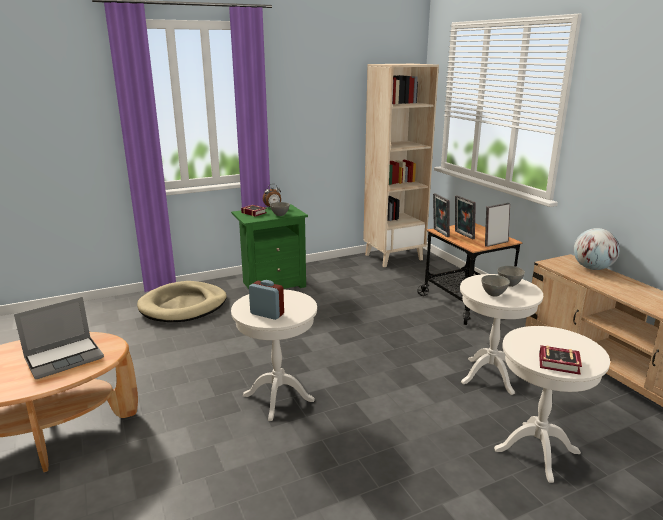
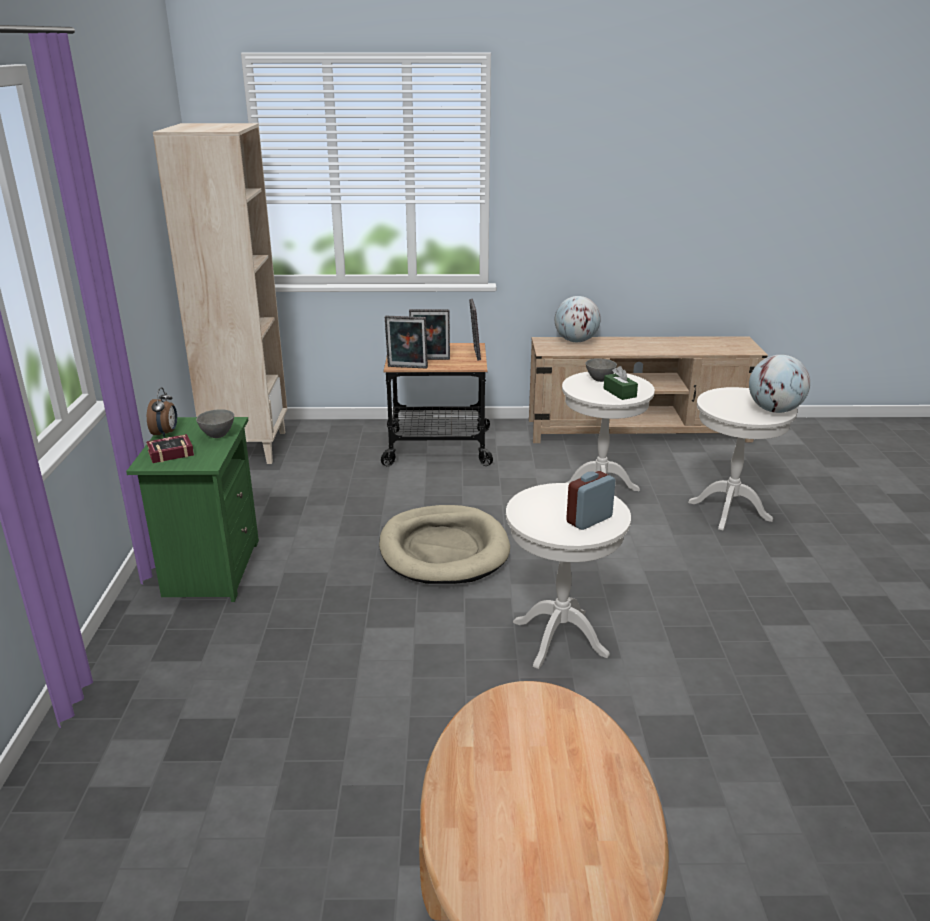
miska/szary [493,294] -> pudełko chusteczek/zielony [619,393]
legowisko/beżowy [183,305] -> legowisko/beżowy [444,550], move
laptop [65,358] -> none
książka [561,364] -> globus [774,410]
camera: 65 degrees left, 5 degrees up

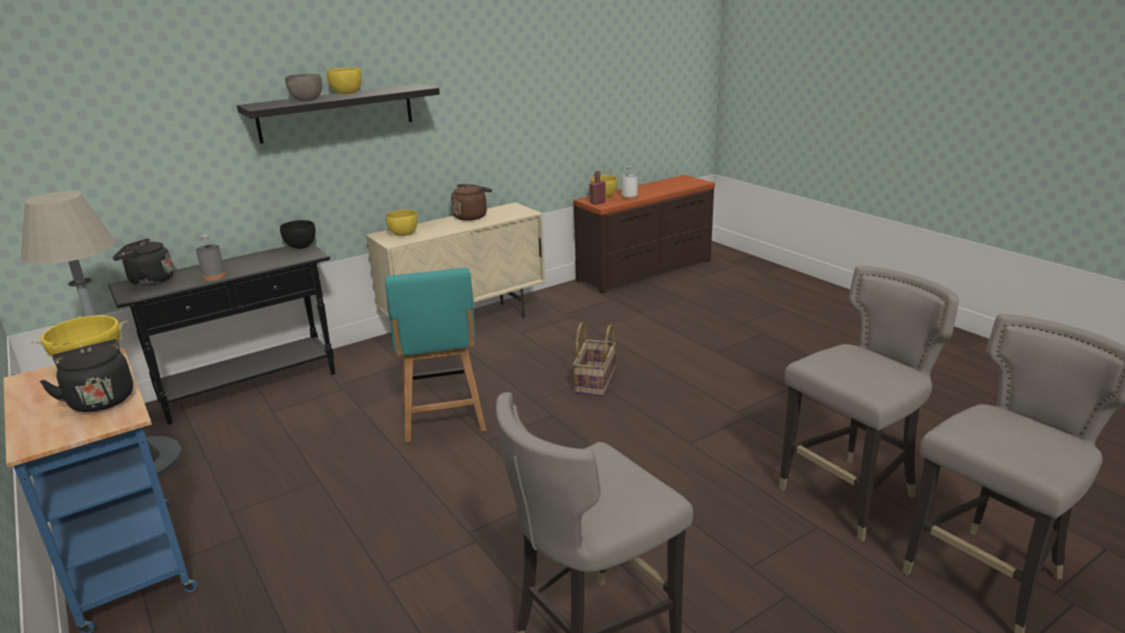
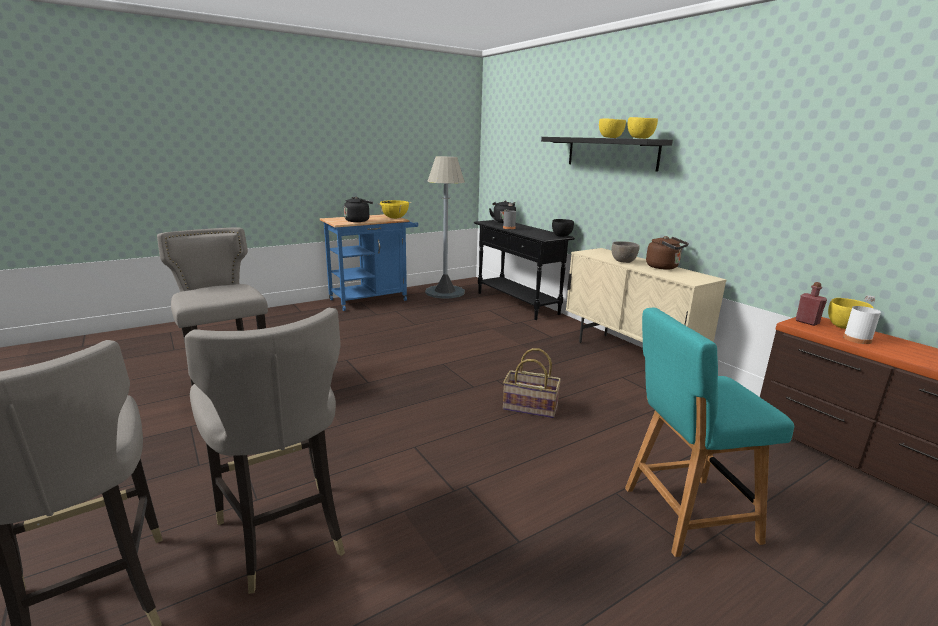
miska/szary [307,100] -> miska/szary [623,261], move
miska/żółty [403,234] -> miska/żółty [640,138], move
krzesło/turkusowy [443,419] -> krzesło/turkusowy [683,515], move
camera: 90 degrees right, 5 degrees down

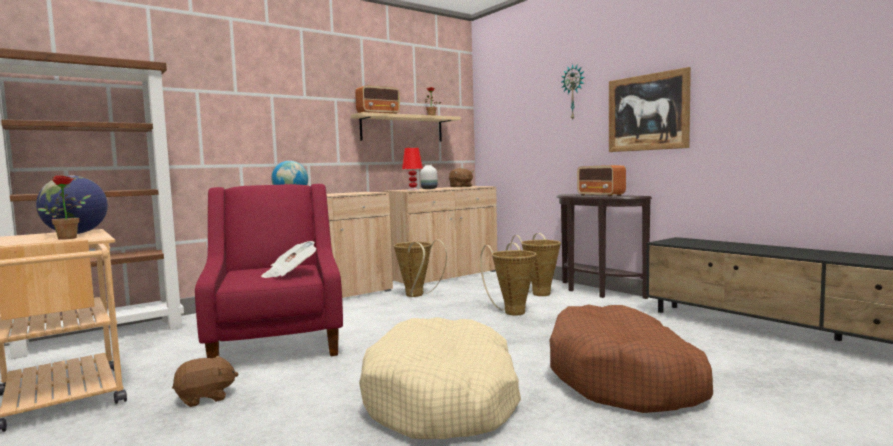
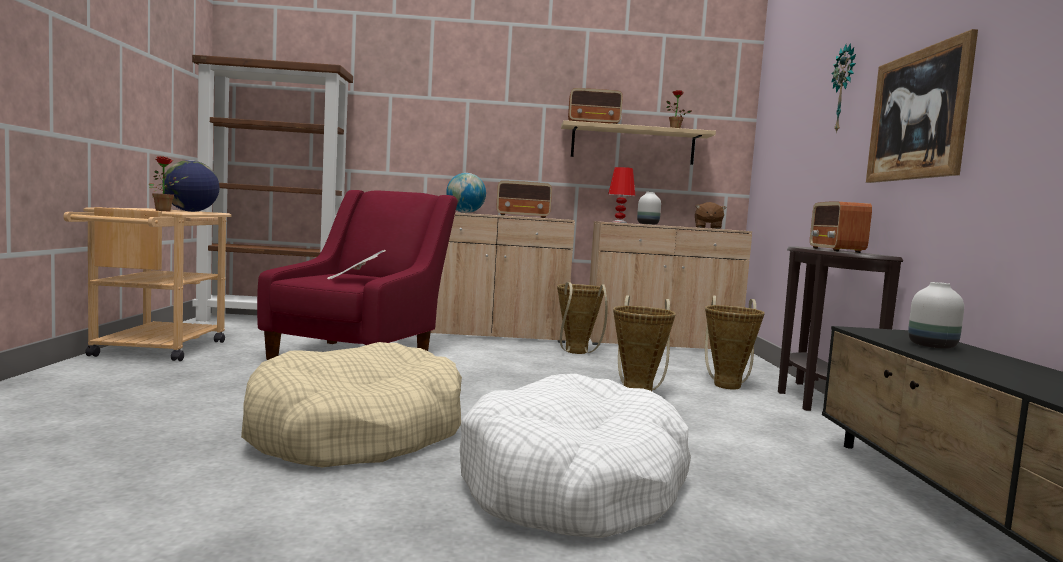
legowisko/brązowy [625,378] -> legowisko/biały [574,484]
pluszak/brązowy [205,398] -> none
none -> radio [523,216]
none -> wazon/biały [931,346]
camera: 35 degrees right, 0 degrees up

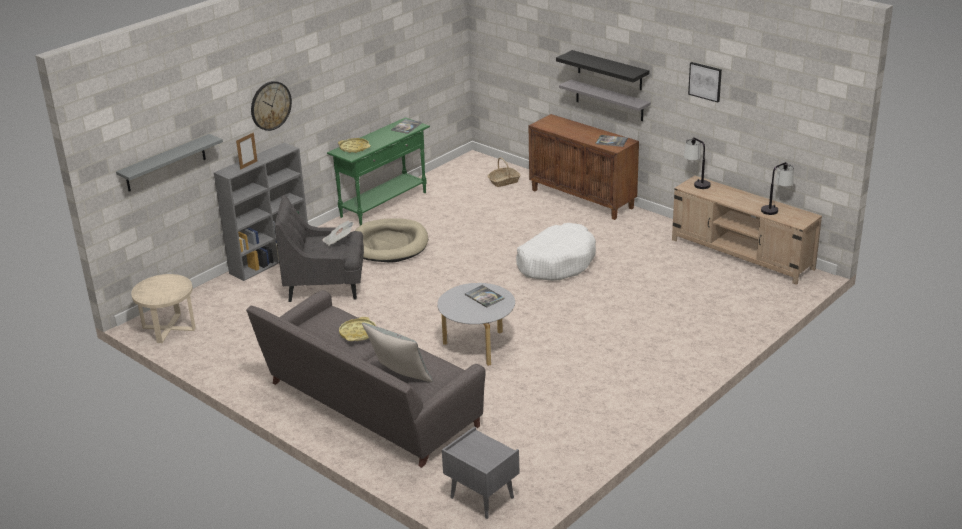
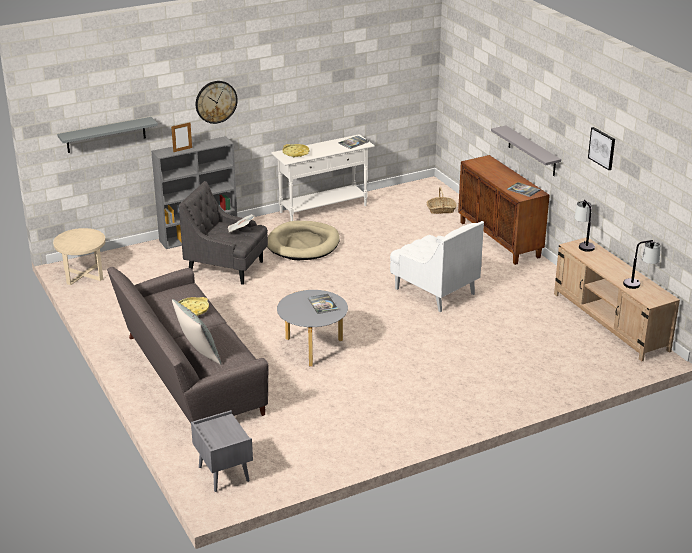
półka/czarny [609,70] -> none
stolik konsolowy/zielony [384,204] -> stolik konsolowy/biały [324,209]
legowisko/biały [556,262] -> fotel/biały [433,291]
camera: 20 degrees right, 0 degrees up

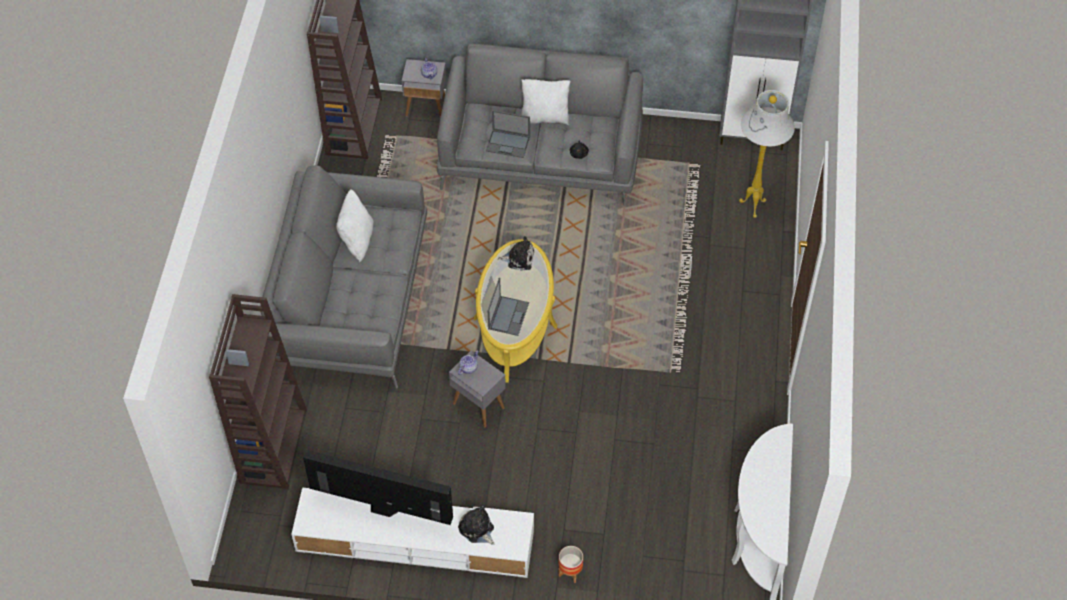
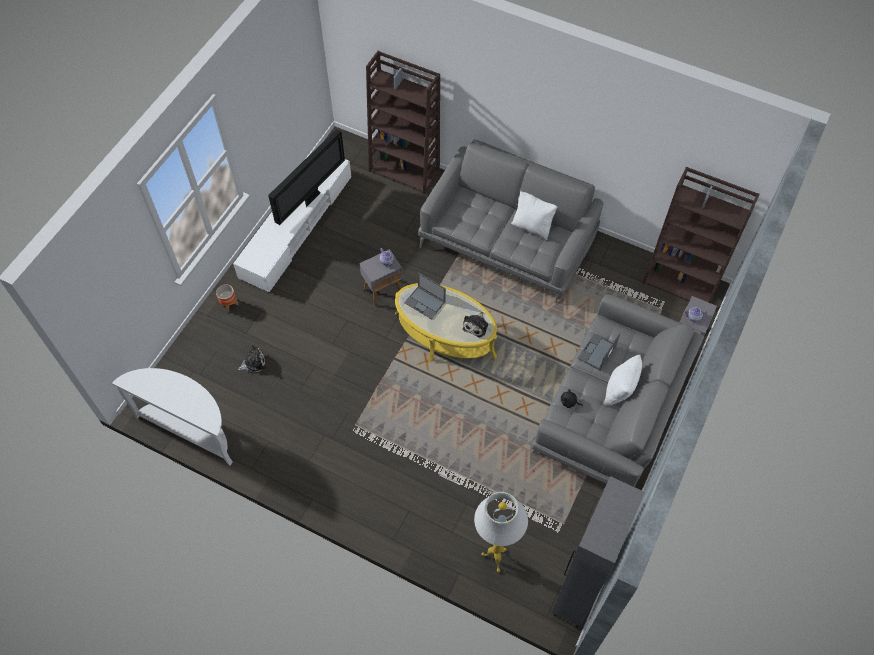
pluszak [477,529] -> pluszak [253,363], move
camera: 110 degrees right, 5 degrees up

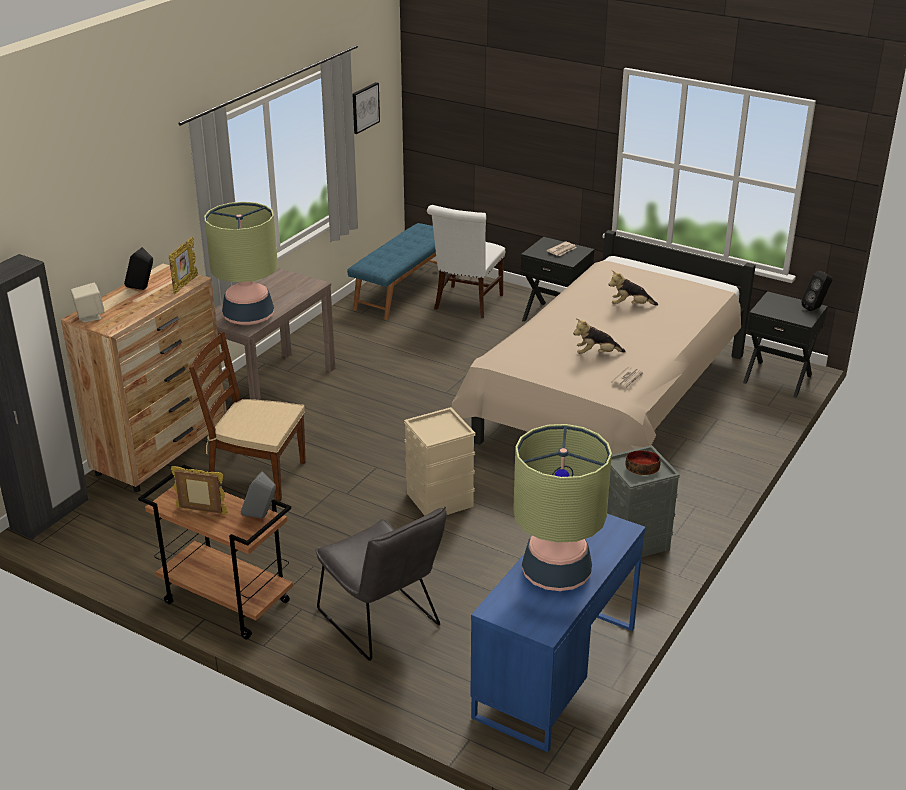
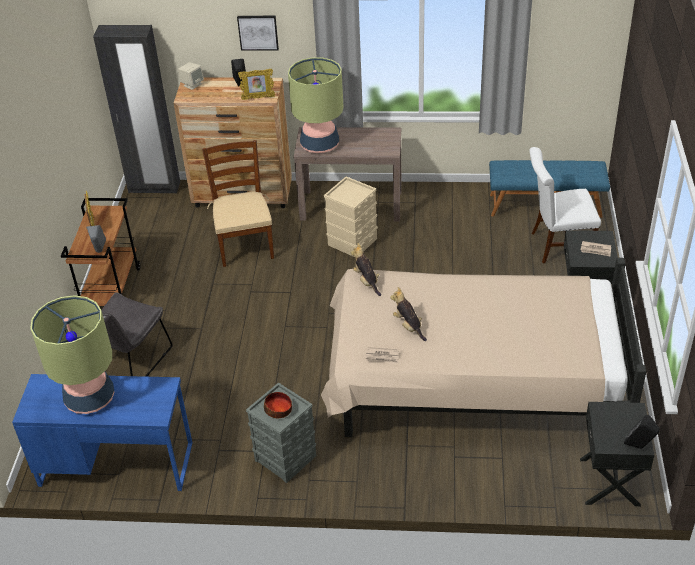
obraz [364,107] -> obraz [258,32], move
pluszak [630,306] -> pluszak [366,281], move
pojemnik do przechowywania/beżowy [439,500] -> pojemnik do przechowywania/beżowy [351,242], move
camera: 65 degrees right, 10 degrees up

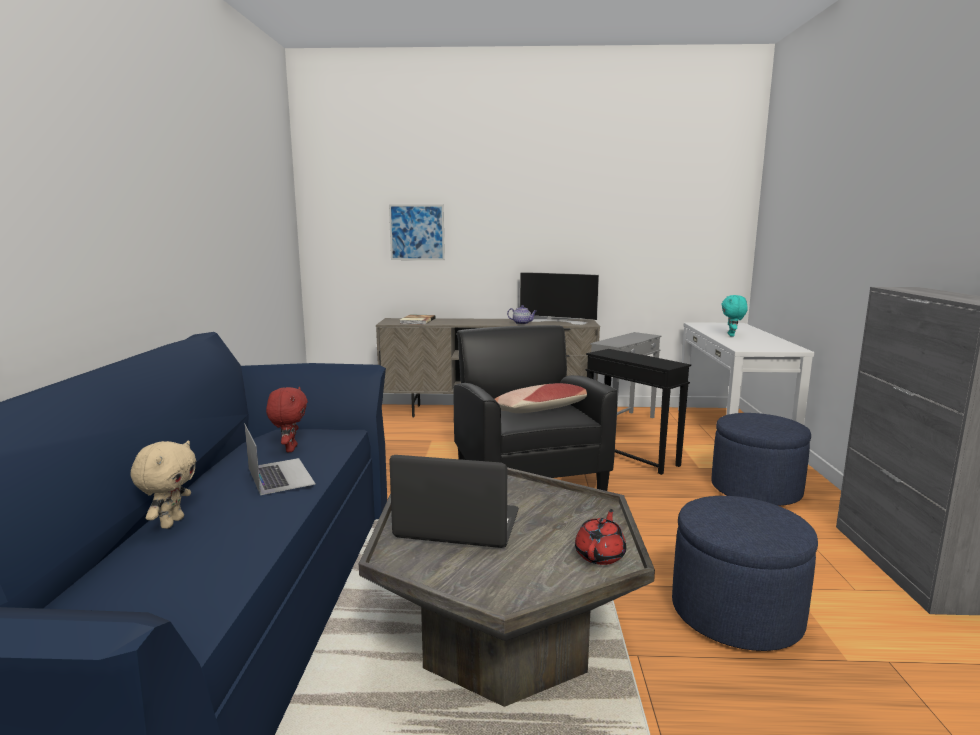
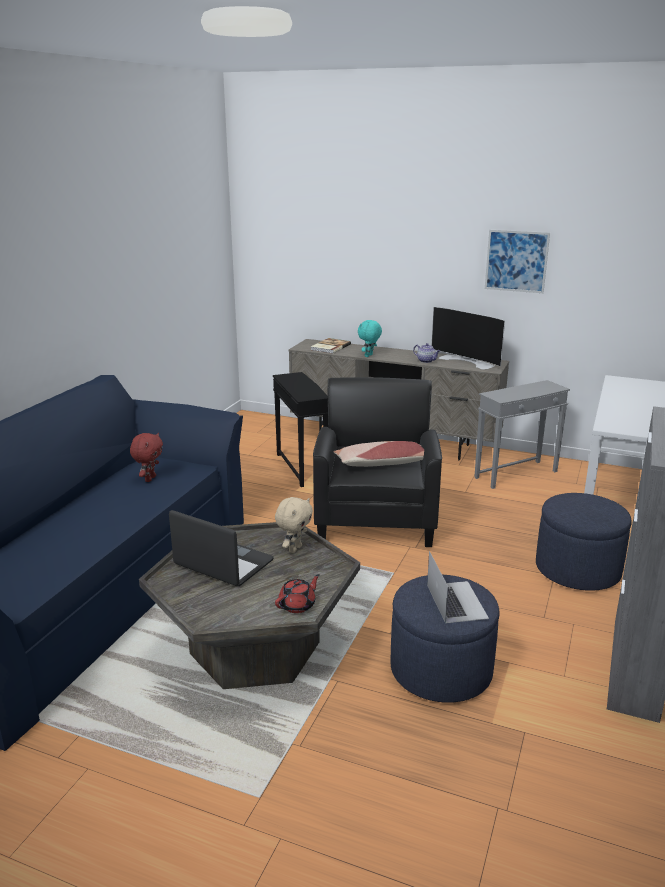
obraz [417,232] -> obraz [516,261], move
pluszak/turkusowy [732,335] -> pluszak/turkusowy [369,356], move
stolik/czarny [630,456] -> stolik/czarny [302,468], move
laptop [280,475] -> laptop [456,601], move
pluszak/beżowy [171,523] -> pluszak/beżowy [294,549], move
camera: 20 degrees right, 10 degrees up

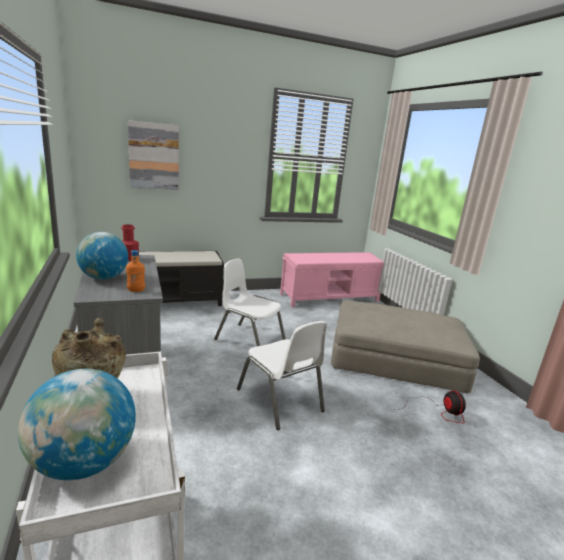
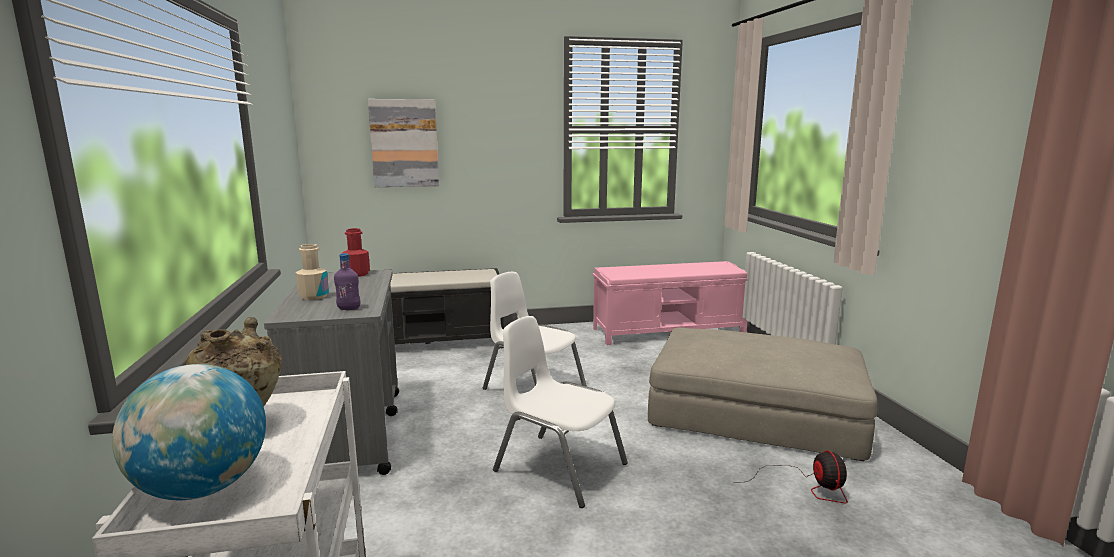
globus [104,278] -> butelka/beżowy [314,296]
butelka/pomarańczowy [136,290] -> butelka/fioletowy [349,308]
krzesło/biały [280,400] -> krzesło/biały [559,467], 150 degrees clockwise
camera: 10 degrees right, 5 degrees down

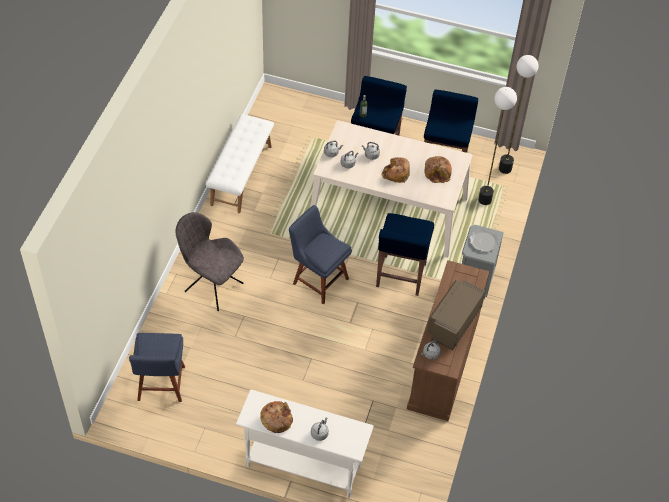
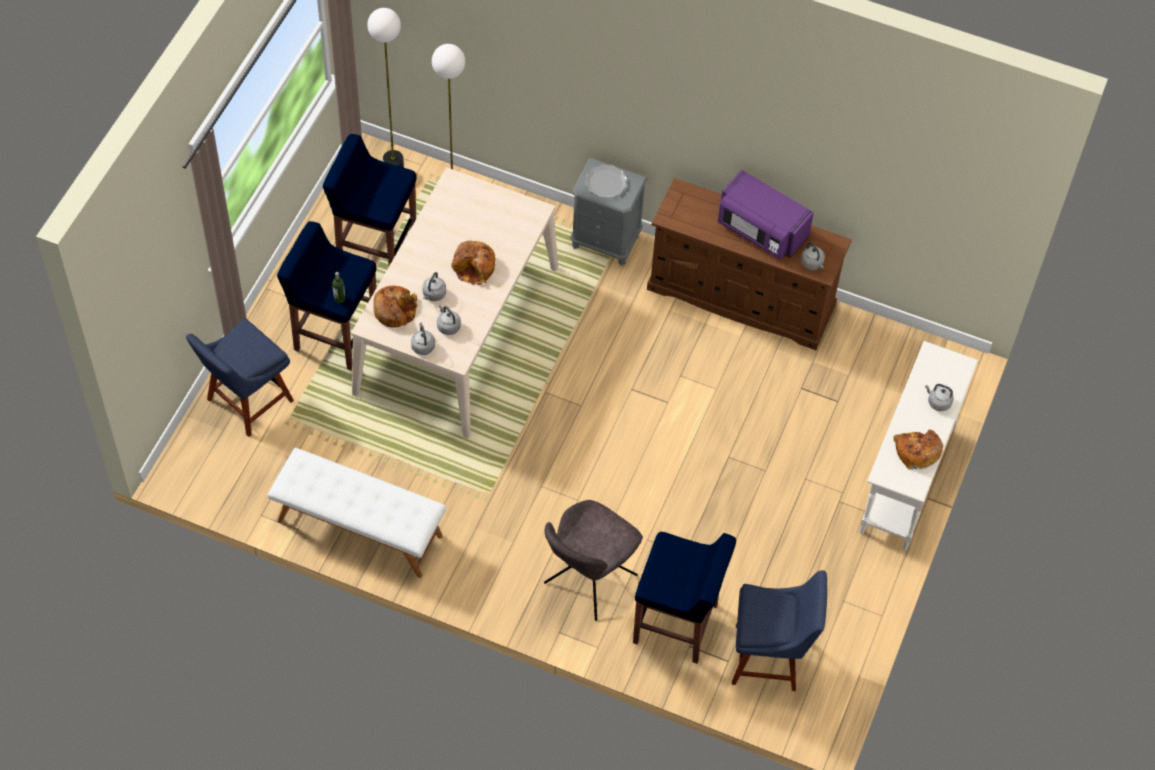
chleb [438,173] -> chleb [395,310], move
krzesło/niebieski [318,279] -> krzesło/niebieski [246,402], move
stołek/niebieski [400,276] -> stołek/niebieski [677,624], move
mikrofalówka/brązowy [453,322] -> mikrofalówka/fioletowy [760,230]
camera: 85 degrees left, 5 degrees up

